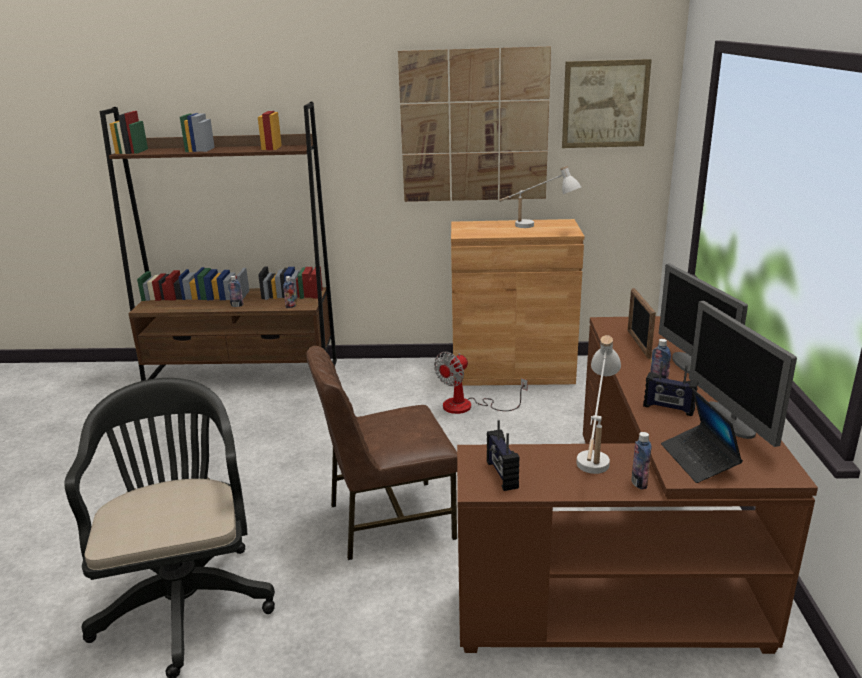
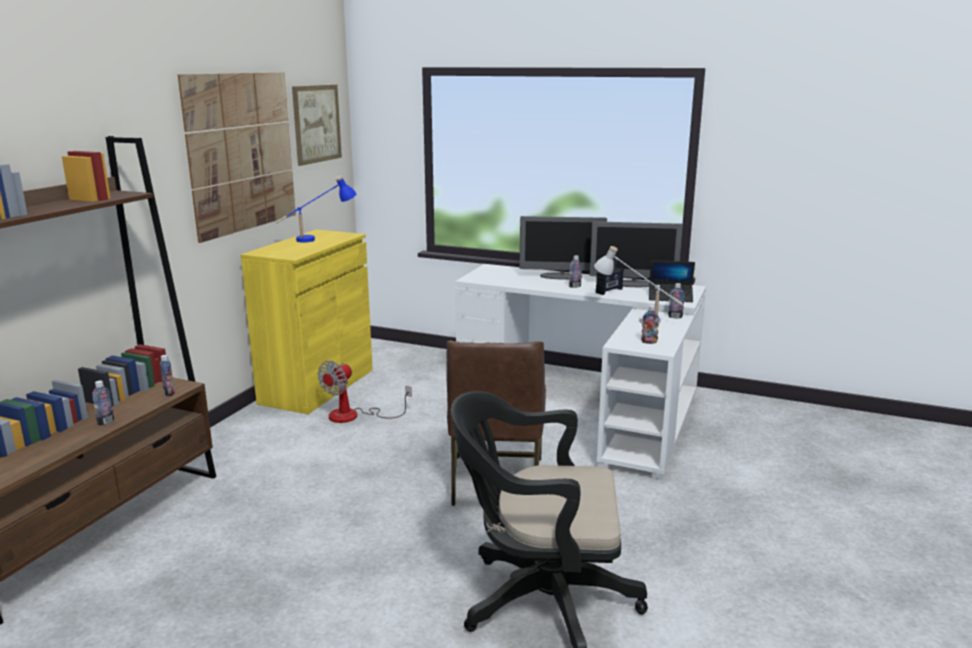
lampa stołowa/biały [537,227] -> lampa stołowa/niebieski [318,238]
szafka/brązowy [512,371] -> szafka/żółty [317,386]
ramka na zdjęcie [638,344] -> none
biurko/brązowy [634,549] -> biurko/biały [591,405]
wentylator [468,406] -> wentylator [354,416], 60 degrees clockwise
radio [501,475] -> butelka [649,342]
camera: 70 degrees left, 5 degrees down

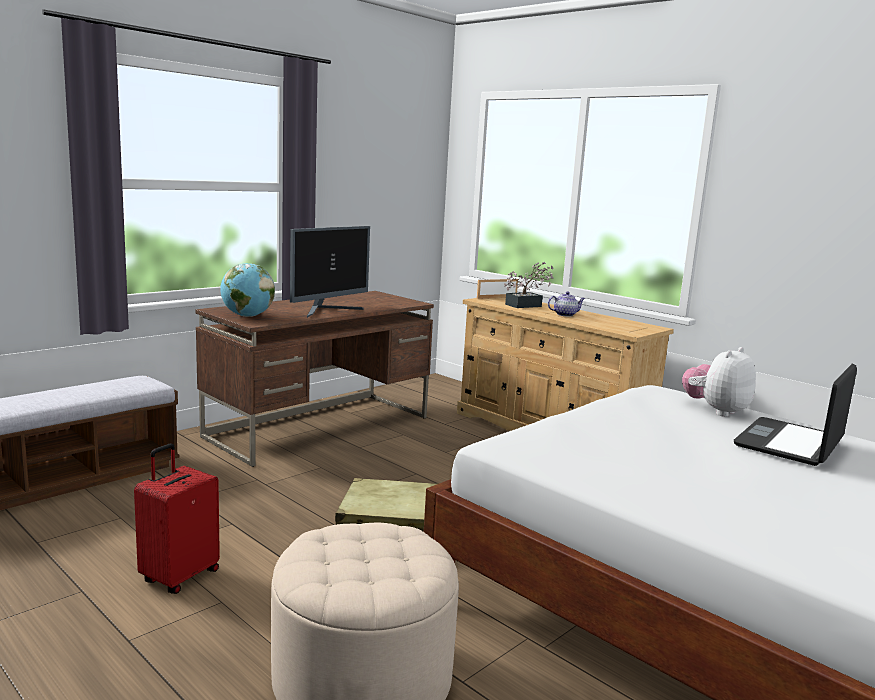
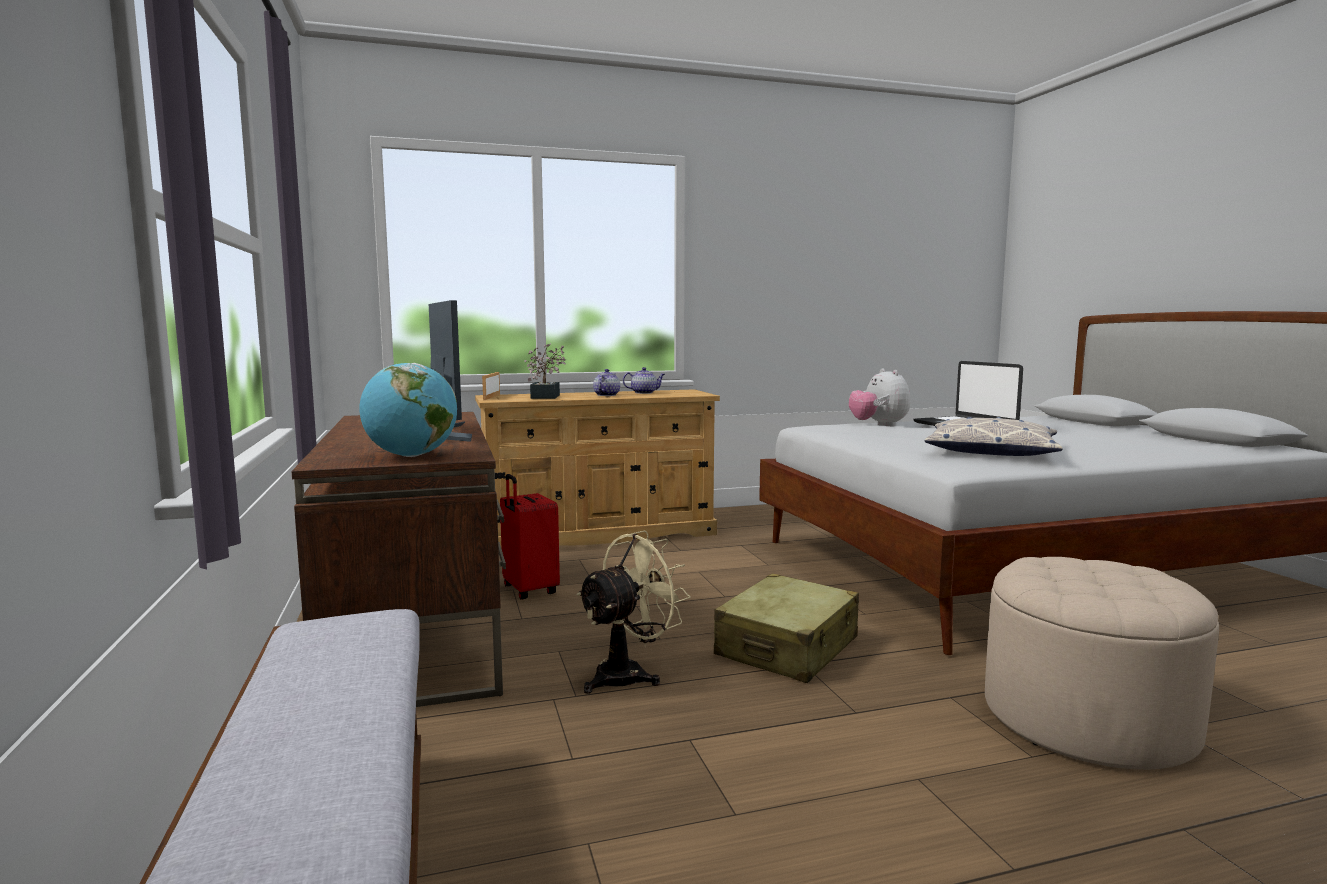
walizka/czerwony [179,576] -> walizka/czerwony [528,590], move
none -> imbryk [644,393]
none -> poduszka [991,452]
none -> wentylator/beżowy [629,674]
camera: 60 degrees left, 5 degrees down

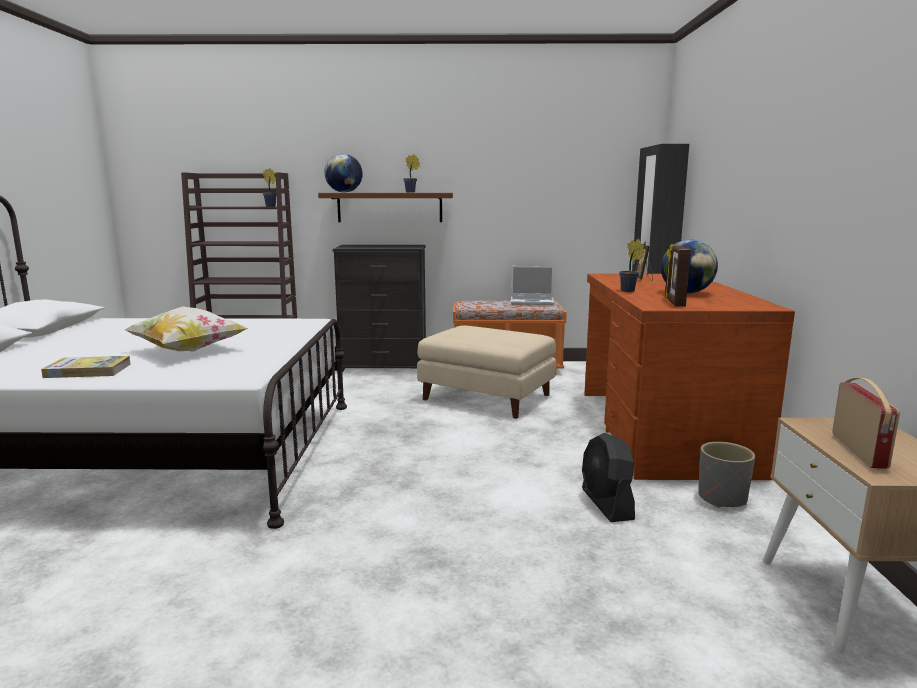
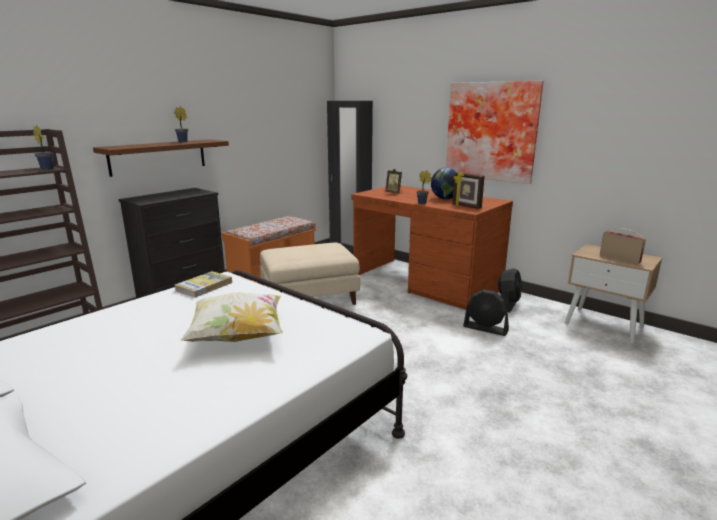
globus [344,192] -> none
laptop [532,302] -> none
książka [88,370] -> książka [204,286], move
donica/szary [722,498] -> wentylator/czarny [507,304]
none -> obraz [492,131]
camera: 50 degrees left, 5 degrees up

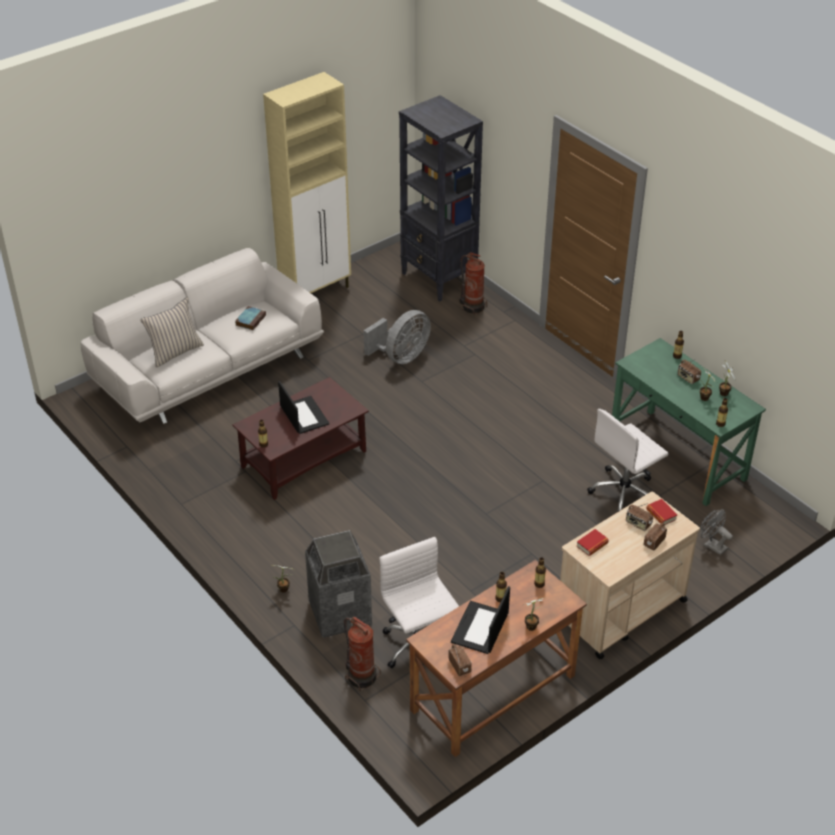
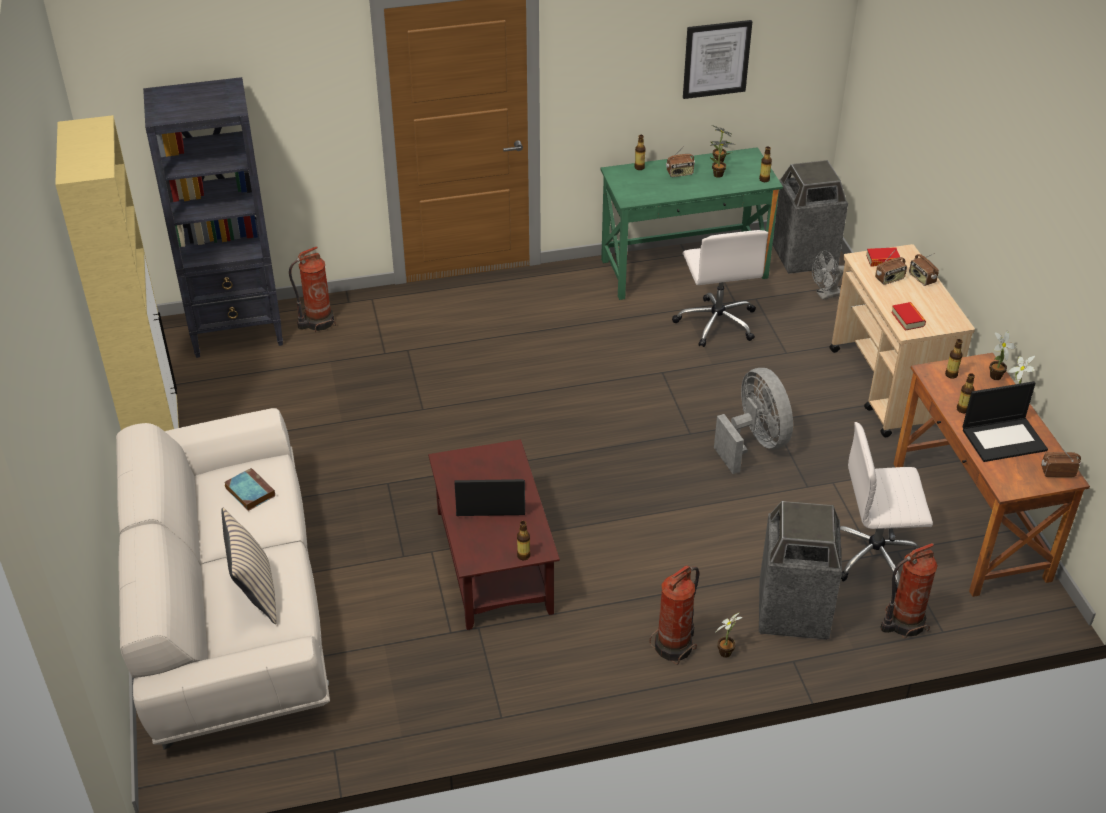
wentylator/szary [401,357] -> wentylator/szary [754,443], move
laptop [480,628] -> laptop [1004,439], 60 degrees counterclockwise
none -> obraz [716,59]
none -> kosz na śmieci [803,256]
none -> roślina doniczkowa [993,377]
none -> gaśnica [675,646]
camera: 65 degrees left, 0 degrees up

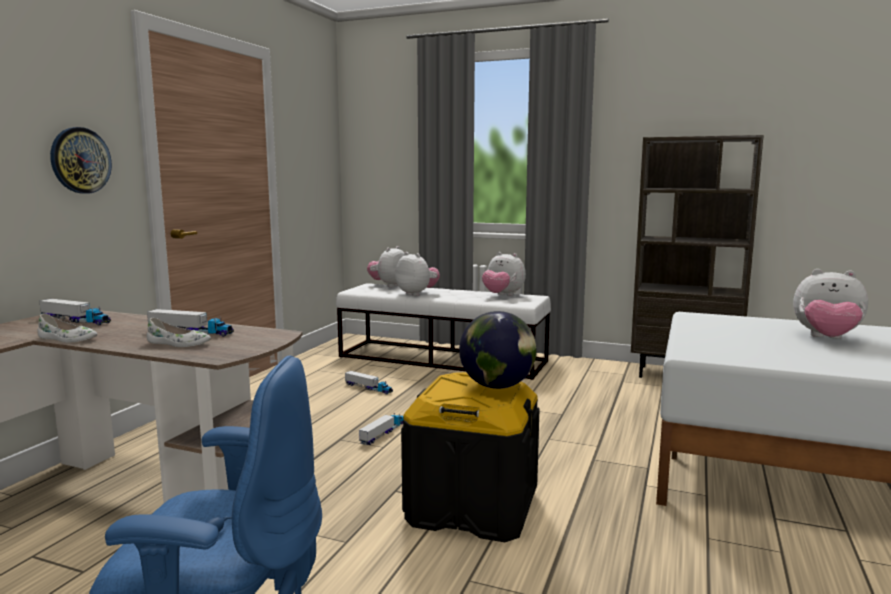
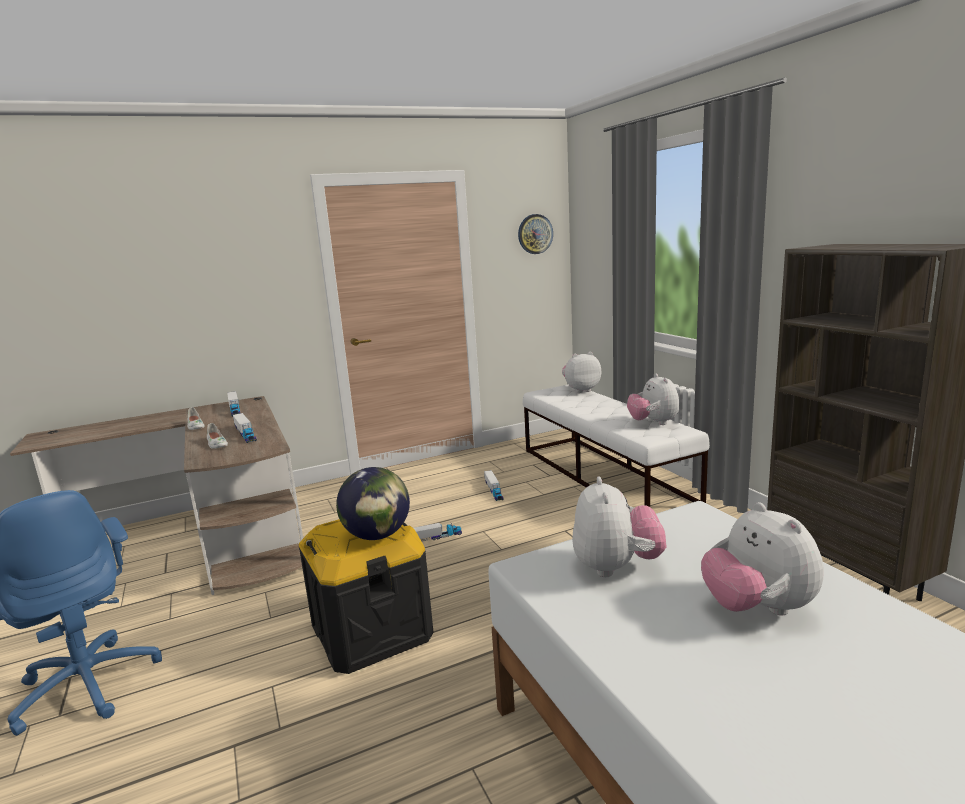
zegar ścienny [80,160] -> zegar ścienny [535,234], move
pluszak [417,294] -> pluszak [616,567], move
camera: 45 degrees right, 5 degrees up

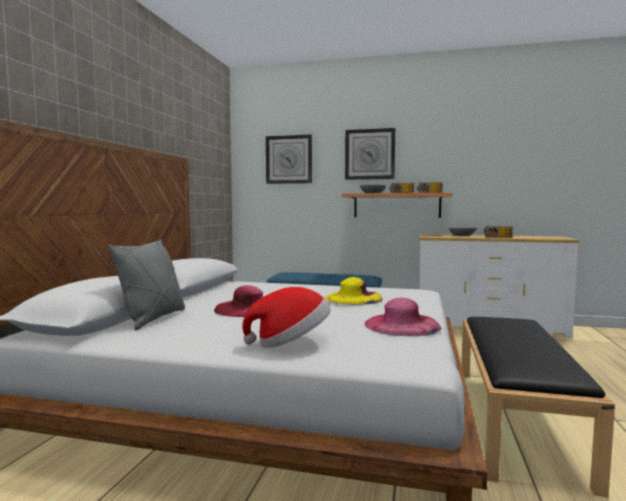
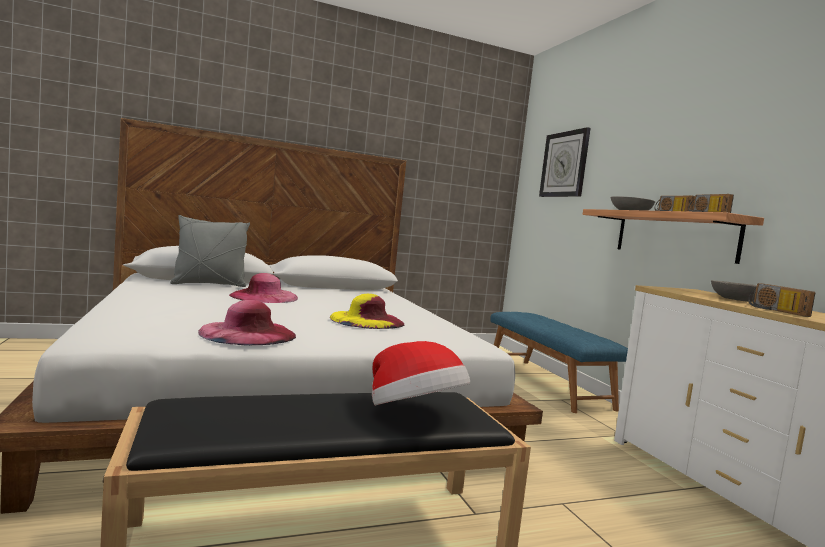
zegar ścienny [370,154] -> none
kapelusz [290,343] -> kapelusz [414,414], move
camera: 55 degrees right, 0 degrees up

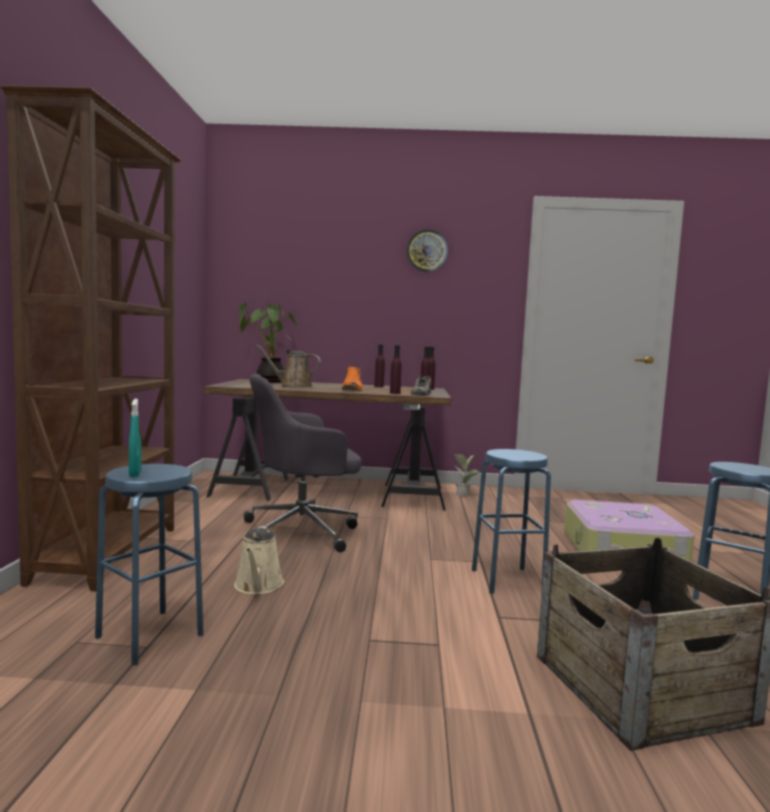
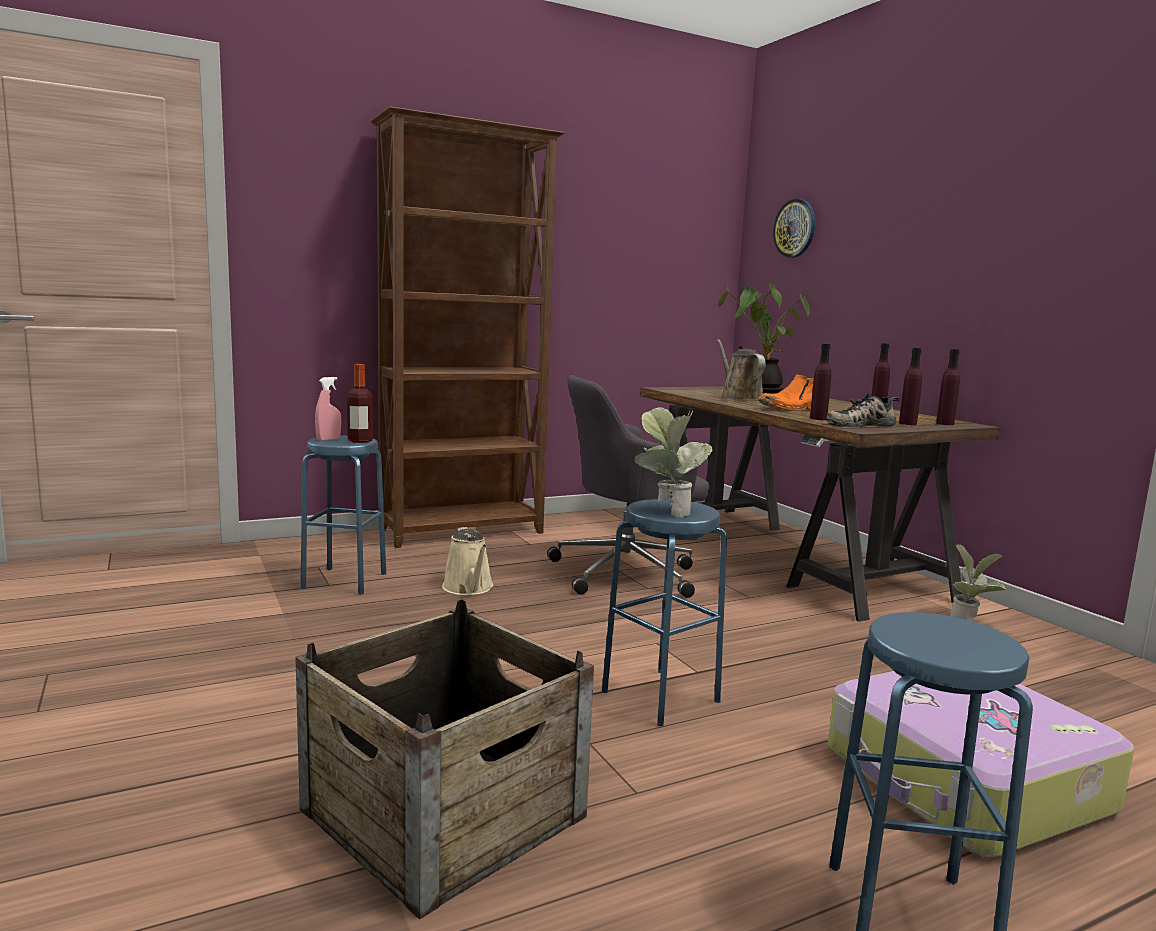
zegar ścienny [427,251] -> zegar ścienny [795,228], move
krzesło biurowe/szary [303,531] -> krzesło biurowe/szary [628,572], 60 degrees counterclockwise
spryskiwacz/turkusowy [135,474] -> spryskiwacz/różowy [328,439]
konewka/beżowy [258,586] -> konewka/beżowy [469,588], 75 degrees counterclockwise
none -> butelka [360,441]
none -> roślina doniczkowa [666,511]
camera: 60 degrees right, 5 degrees up

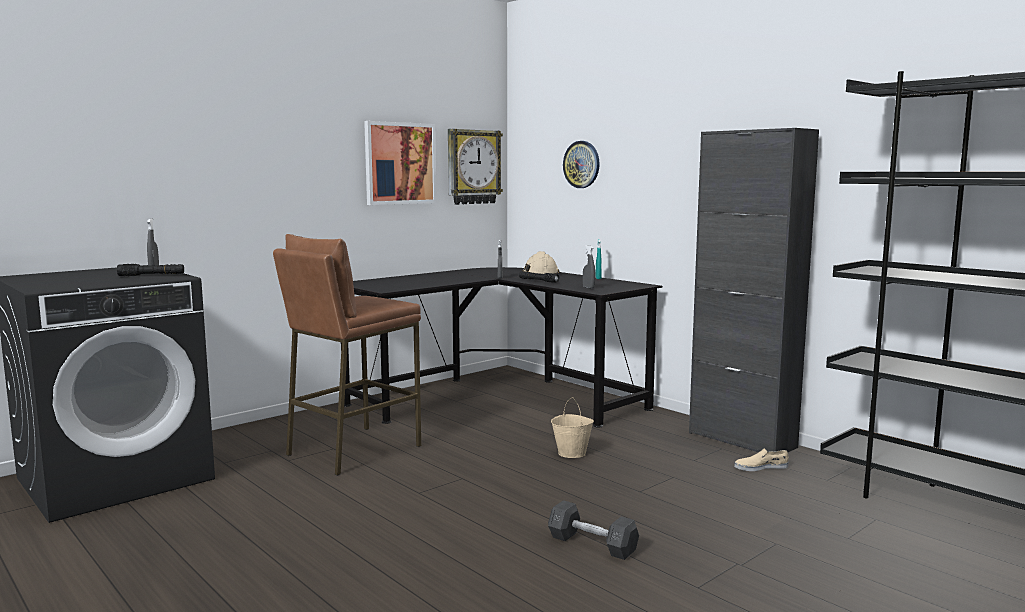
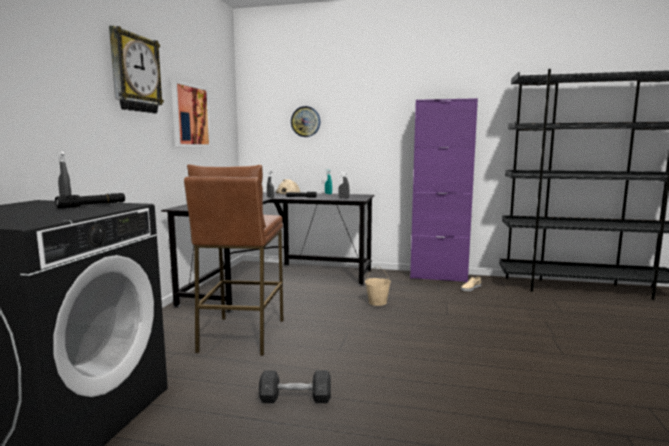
szafka/czarny [742,440] -> szafka/fioletowy [438,277]
zegar ścienny [473,167] -> zegar ścienny [135,73], move
hantel/szary [592,544] -> hantel/szary [295,398], move
camera: 35 degrees left, 0 degrees up

